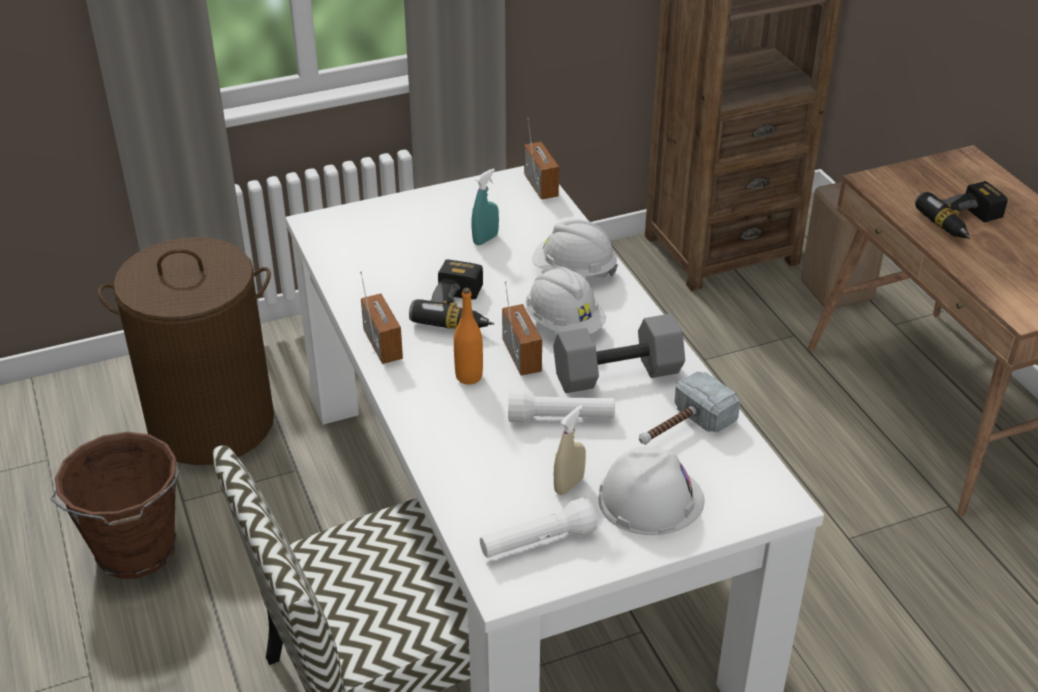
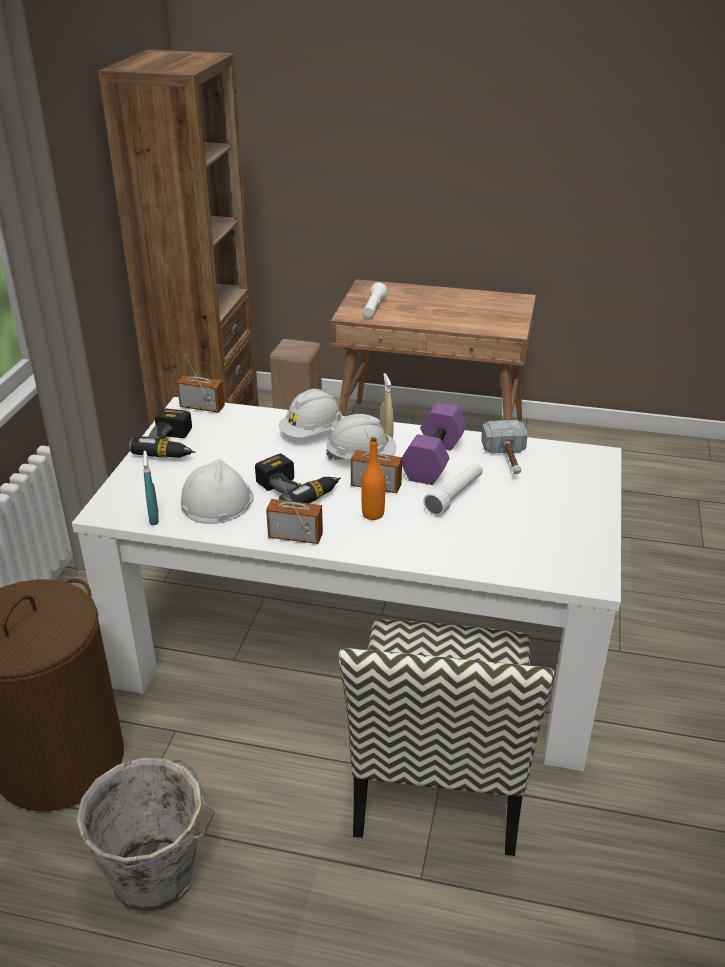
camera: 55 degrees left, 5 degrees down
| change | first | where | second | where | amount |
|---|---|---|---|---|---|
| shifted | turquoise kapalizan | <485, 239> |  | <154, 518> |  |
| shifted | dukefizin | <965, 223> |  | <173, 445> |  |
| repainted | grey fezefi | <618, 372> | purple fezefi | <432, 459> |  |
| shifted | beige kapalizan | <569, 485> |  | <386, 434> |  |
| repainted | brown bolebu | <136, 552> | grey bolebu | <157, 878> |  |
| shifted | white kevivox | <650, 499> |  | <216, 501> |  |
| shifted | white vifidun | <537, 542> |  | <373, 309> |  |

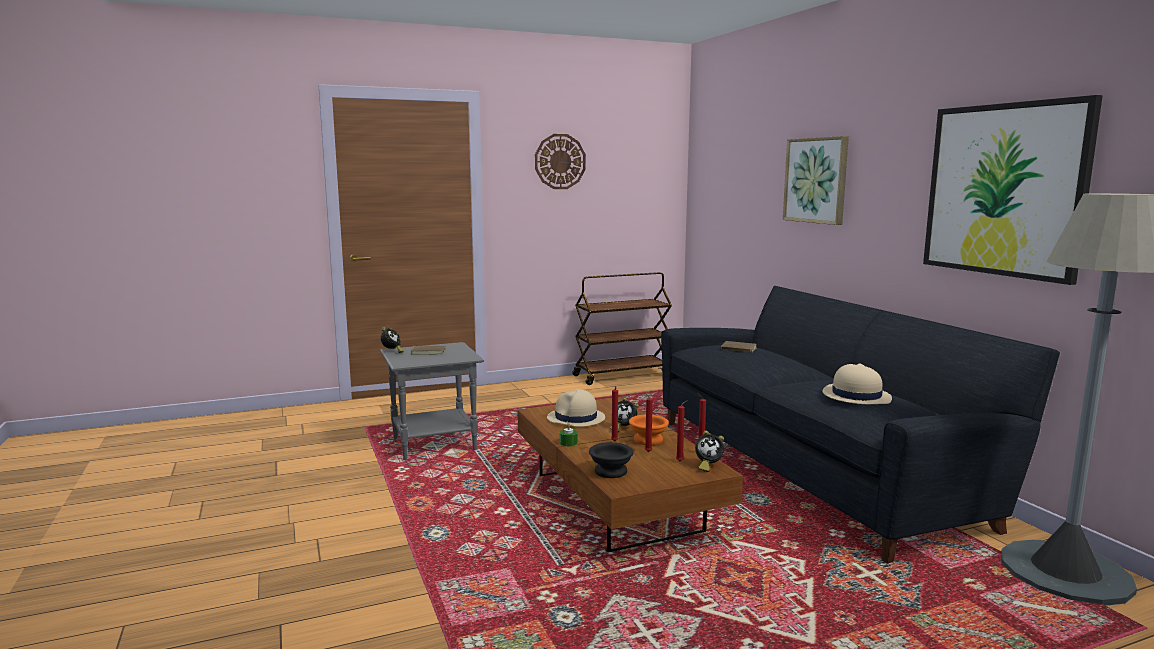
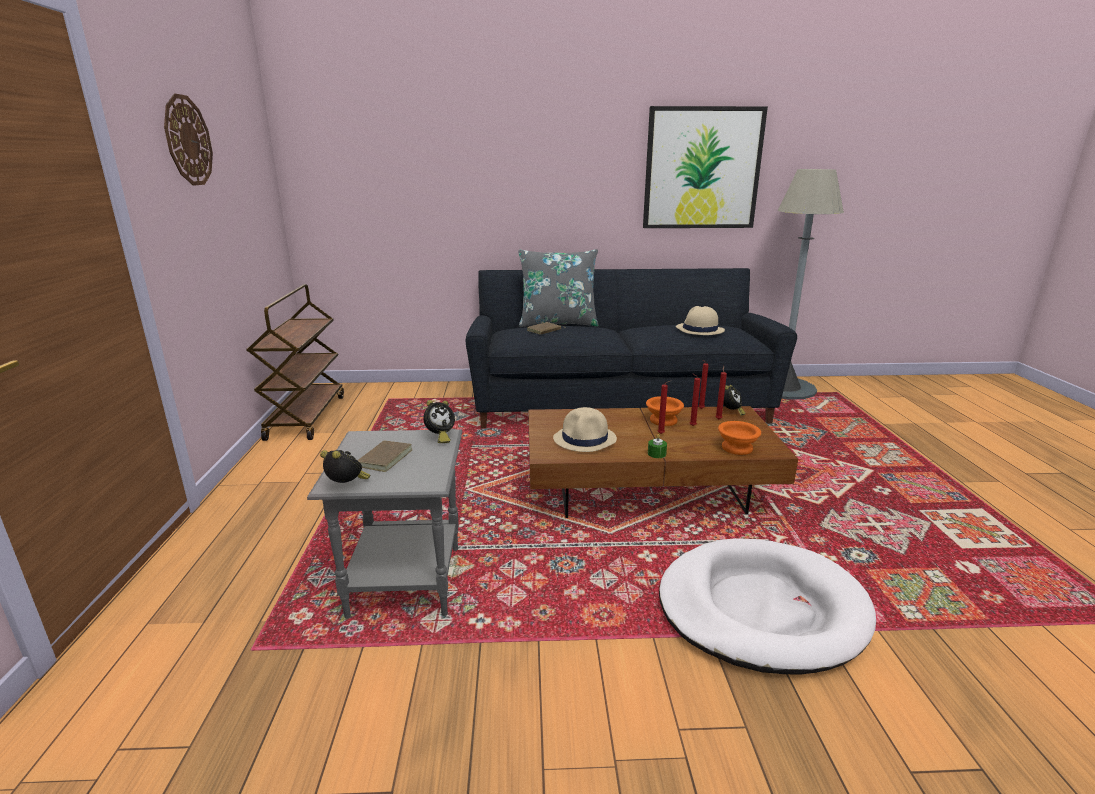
camera: 70 degrees left, 10 degrees up
| change | first | where | second | where | amount |
|---|---|---|---|---|---|
| gone | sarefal | <816, 180> |  |  |  |
| shifted | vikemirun | <623, 429> |  | <439, 437> |  |
| repainted | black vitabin | <609, 471> | orange vitabin | <736, 448> |  |
| new |  |  | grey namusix | <558, 323> |  |
| new |  |  | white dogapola | <760, 609> |  |

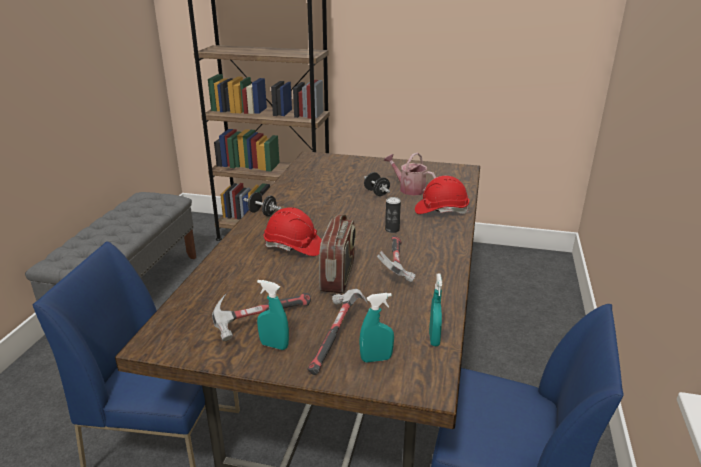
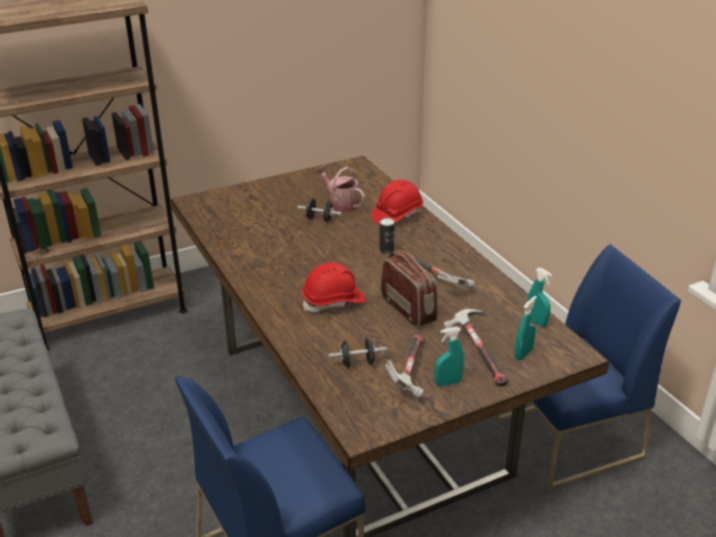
camera: 40 degrees left, 5 degrees up
| change | first | where | second | where | amount |
|---|---|---|---|---|---|
| rotated | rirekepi | <409, 189> |  | <340, 204> | 45 degrees clockwise |
| shifted | black fezefi | <262, 213> |  | <357, 363> |  |

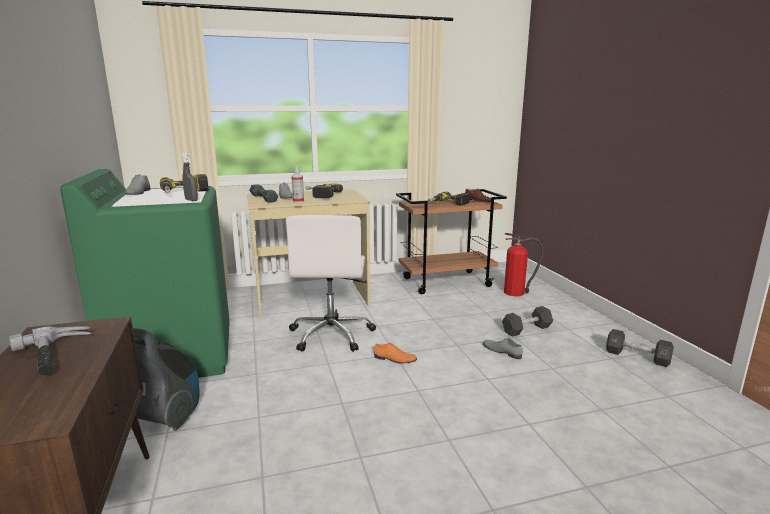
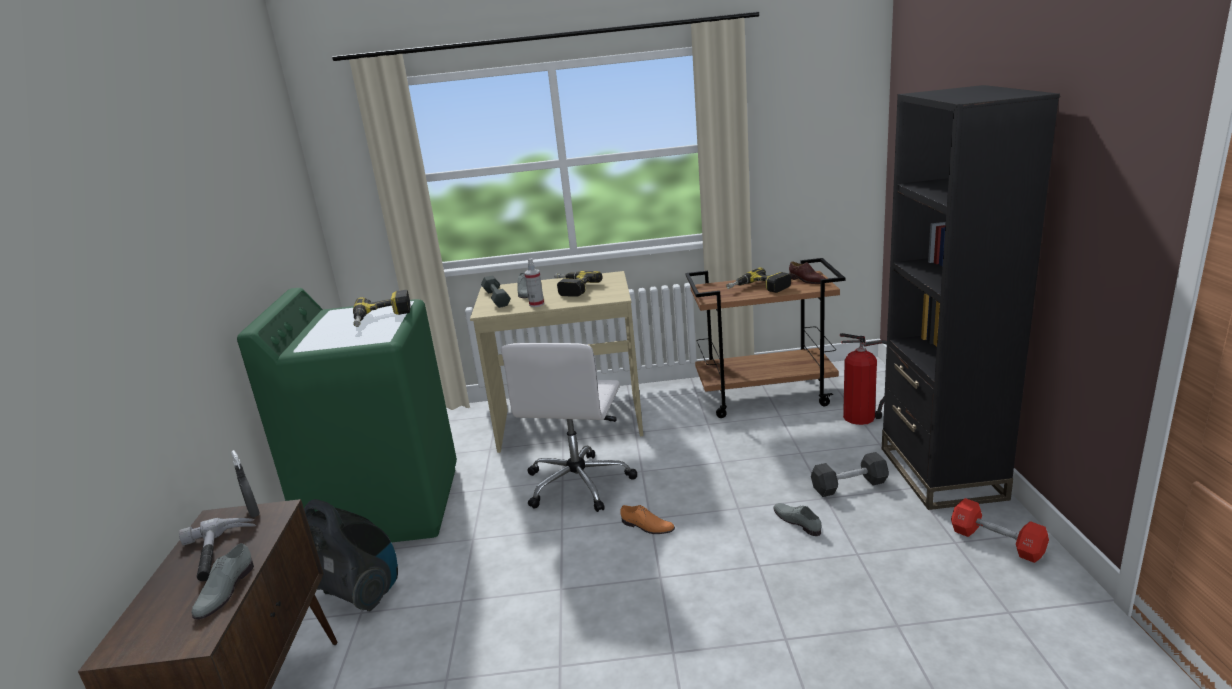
camera: 15 degrees right, 5 degrees up
| change | first | where | second | where | amount |
|---|---|---|---|---|---|
| shifted | grey kapalizan | <191, 200> |  | <253, 512> |  |
| shifted | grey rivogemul | <137, 192> |  | <224, 590> |  |
| repainted | black fezefi | <637, 357> | red fezefi | <997, 542> |  |
| new |  |  | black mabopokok | <941, 473> |  |

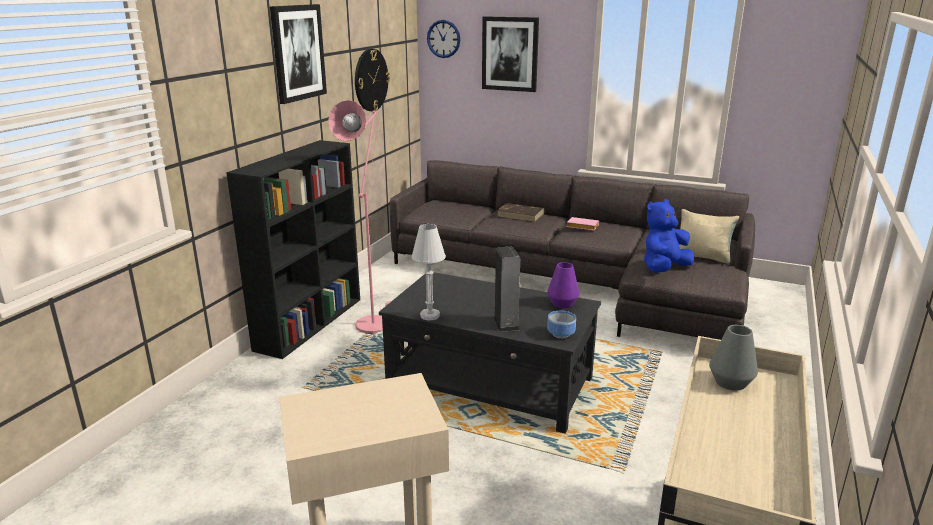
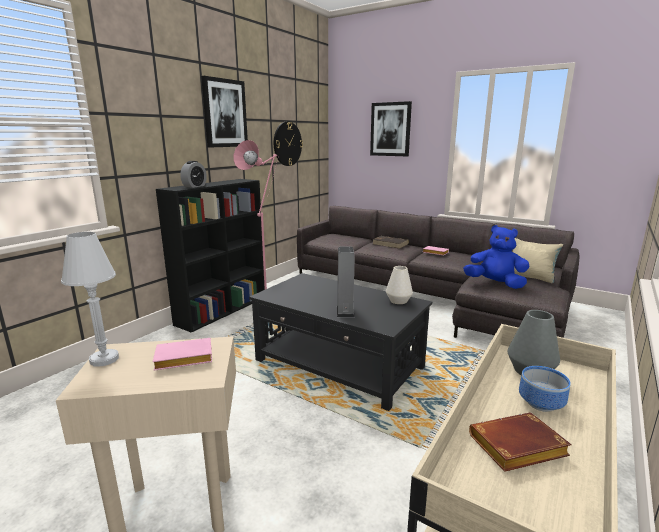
camera: 10 degrees right, 5 degrees down
| change | first | where | second | where | amount |
|---|---|---|---|---|---|
| gone | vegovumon | <443, 39> |  |  |  |
| rotated | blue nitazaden | <664, 269> |  | <495, 284> | 60 degrees clockwise |
| shifted | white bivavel | <430, 316> |  | <104, 359> |  |
| repainted | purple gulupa | <562, 304> | white gulupa | <398, 301> |  |
| shifted | vitabin | <561, 333> |  | <541, 402> |  |
| new |  |  | vikemirun | <194, 186> |  |
| new |  |  | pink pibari | <182, 360> |  |
| new |  |  | brown pibari | <516, 449> |  |

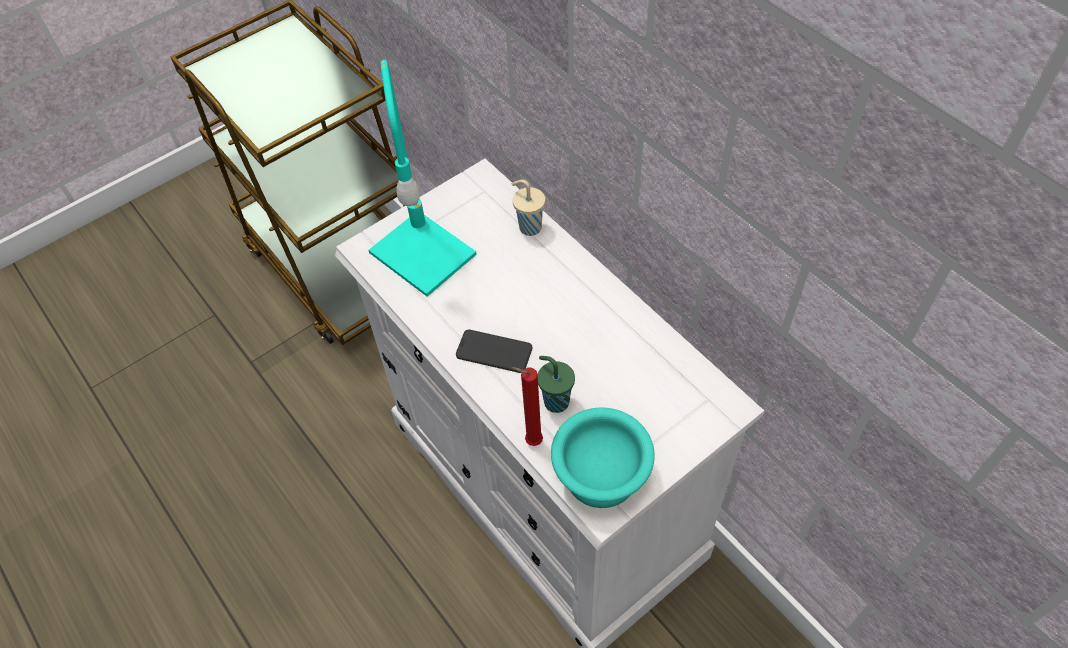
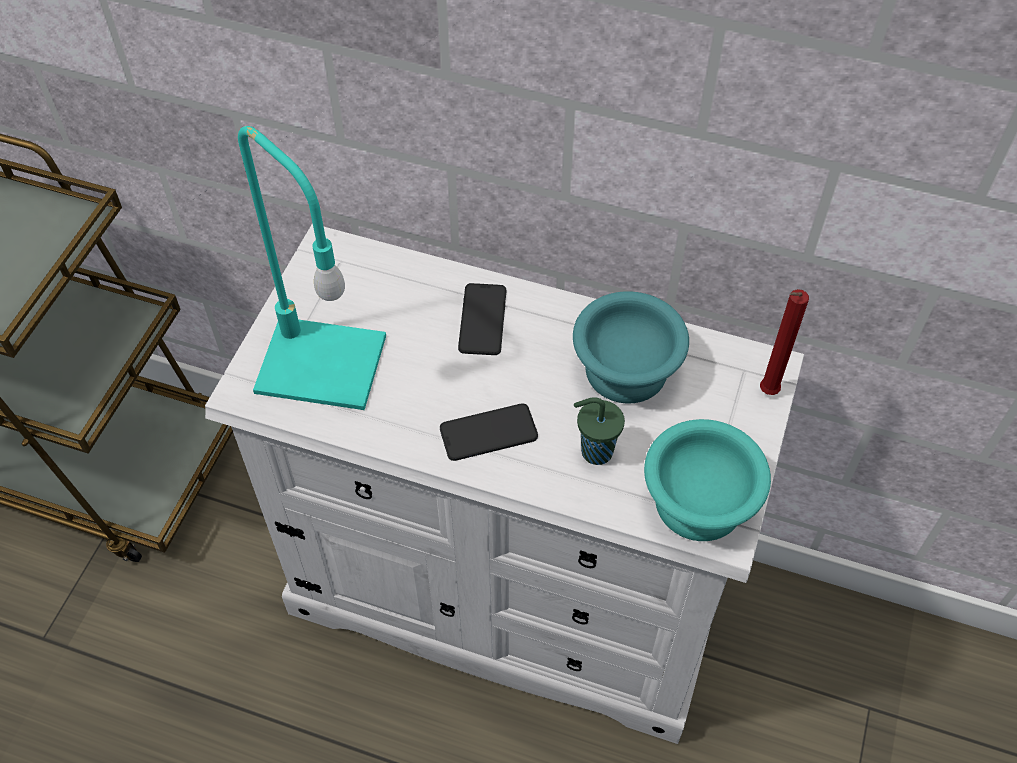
camera: 35 degrees left, 0 degrees up
| change | first | where | second | where | amount |
|---|---|---|---|---|---|
| gone | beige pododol | <529, 227> |  |  |  |
| shifted | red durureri | <531, 441> |  | <766, 393> |  |
| new |  |  | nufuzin | <482, 319> |  |
| new |  |  | turquoise vitabin | <623, 368> |  |

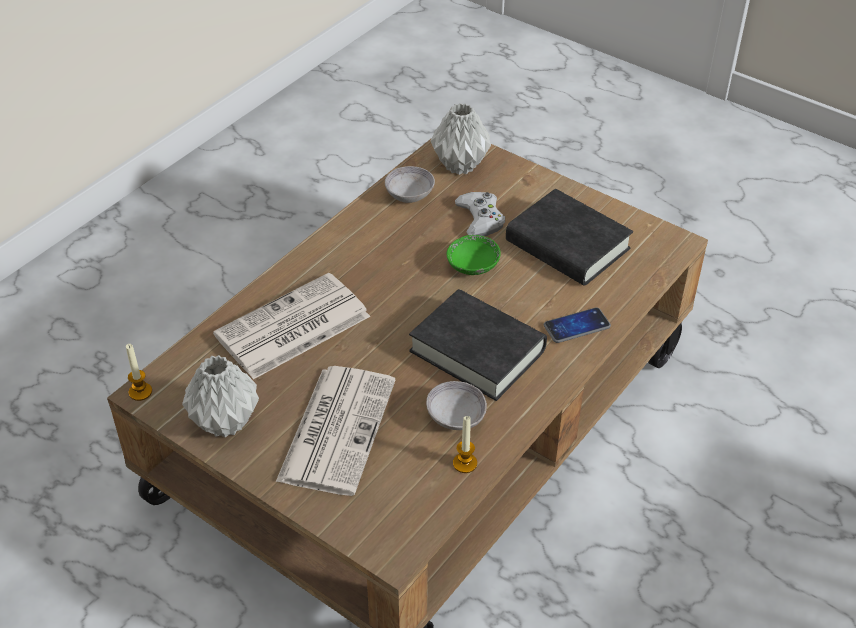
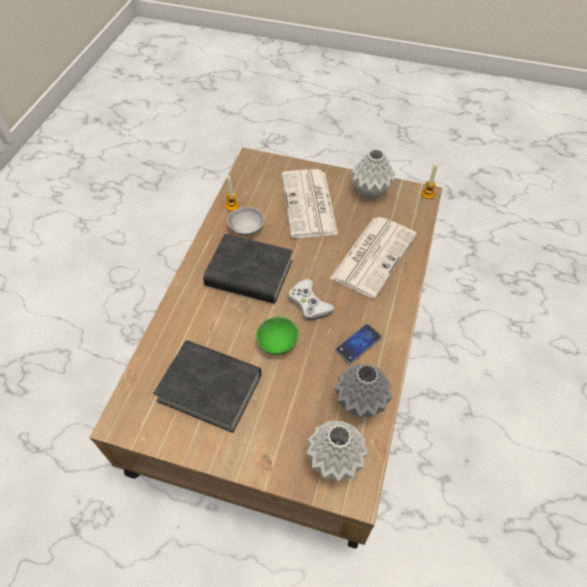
camera: 160 degrees right, 10 degrees up
| change | first | where | second | where | amount |
|---|---|---|---|---|---|
| swapped | grey vitabin | <409, 195> | grey gulupa | <360, 403> |  |
| shifted | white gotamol | <480, 219> |  | <309, 303> |  |
| shifted | nufuzin | <576, 326> |  | <358, 344> |  |

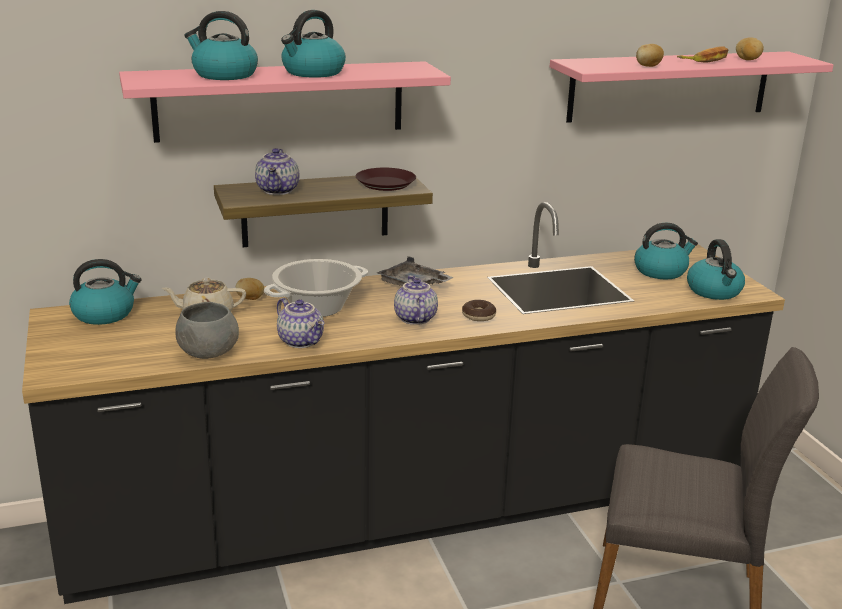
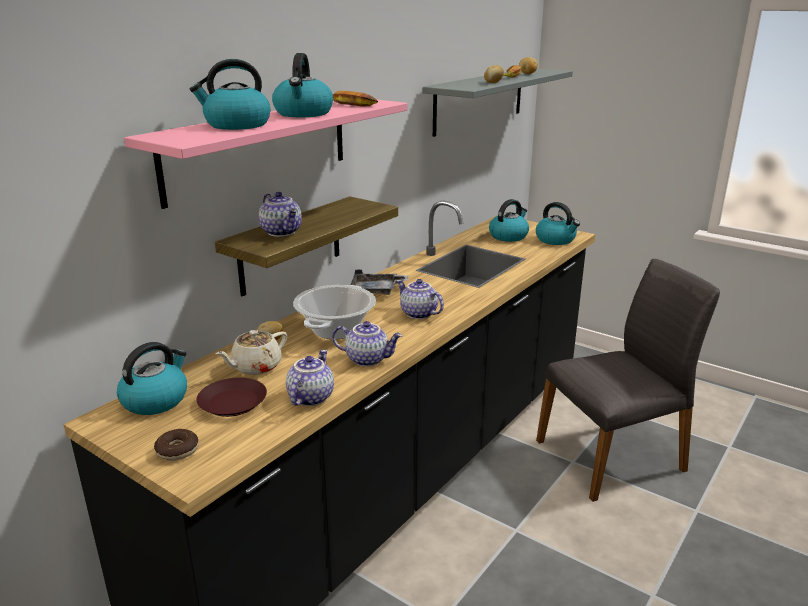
camera: 35 degrees left, 0 degrees up
| change | first | where | second | where | amount |
|---|---|---|---|---|---|
| repainted | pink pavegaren | <670, 86> | grey pavegaren | <480, 100> |  |
| shifted | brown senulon | <385, 184> |  | <232, 403> |  |
| shifted | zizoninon | <478, 316> |  | <177, 450> |  |
| swapped | grey vitabin | <208, 353> | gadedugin | <310, 397> |  |
| new |  |  | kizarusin | <353, 104> |  |

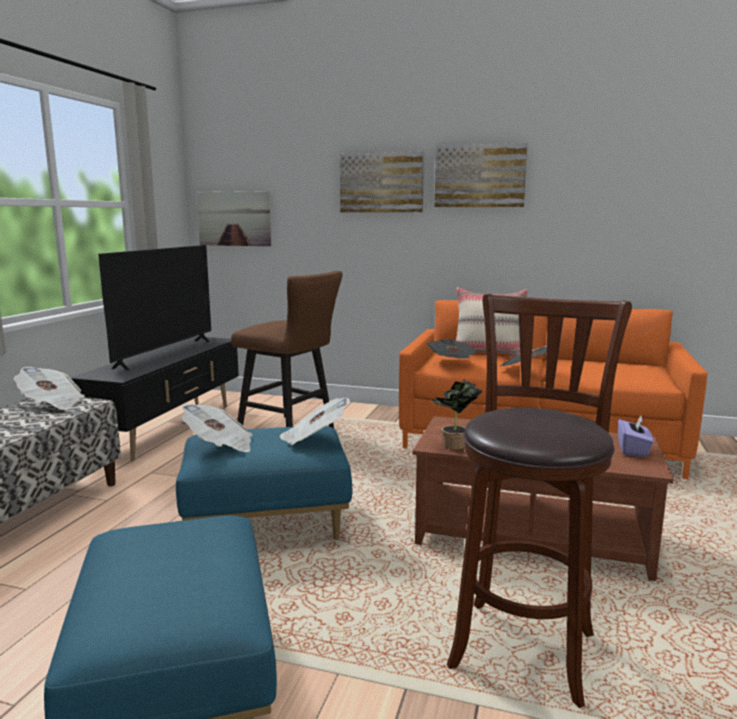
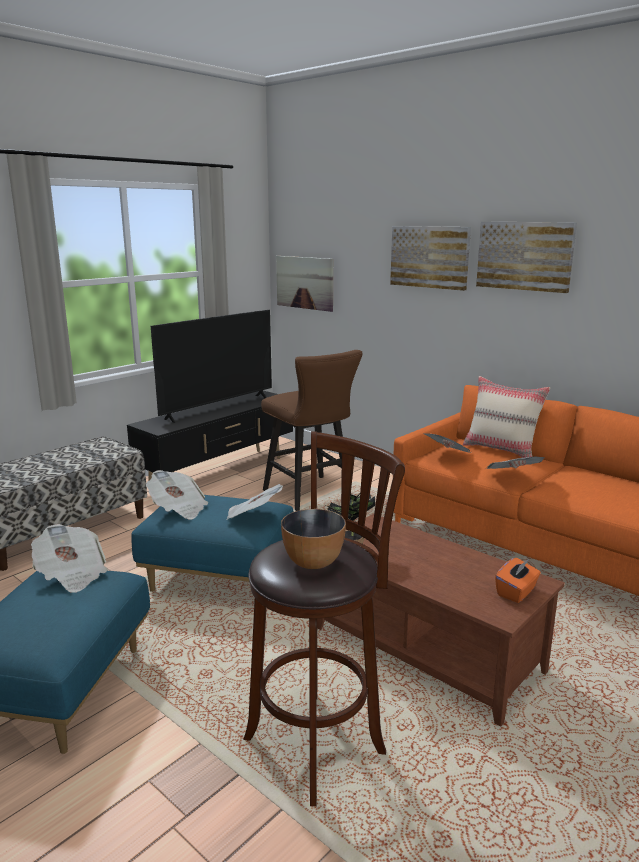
camera: 25 degrees right, 5 degrees up
| change | first | where | second | where | amount |
|---|---|---|---|---|---|
| shifted | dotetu | <52, 403> |  | <71, 574> |  |
| repainted | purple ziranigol | <633, 450> | orange ziranigol | <516, 592> |  |
| new |  |  | vitabin | <312, 562> |  |

